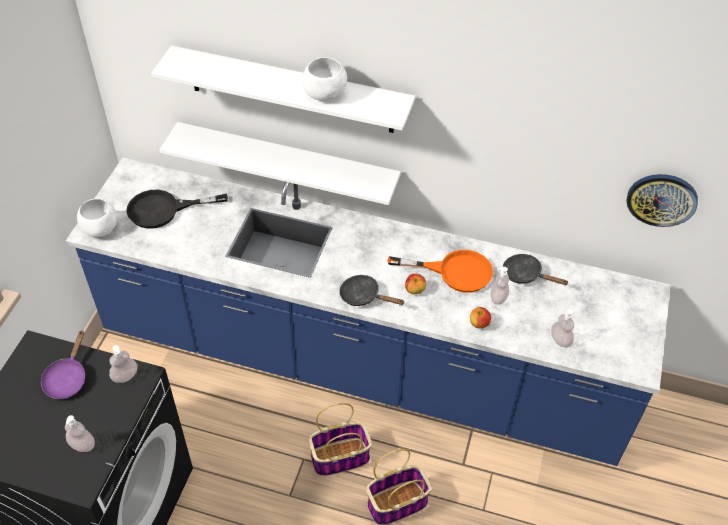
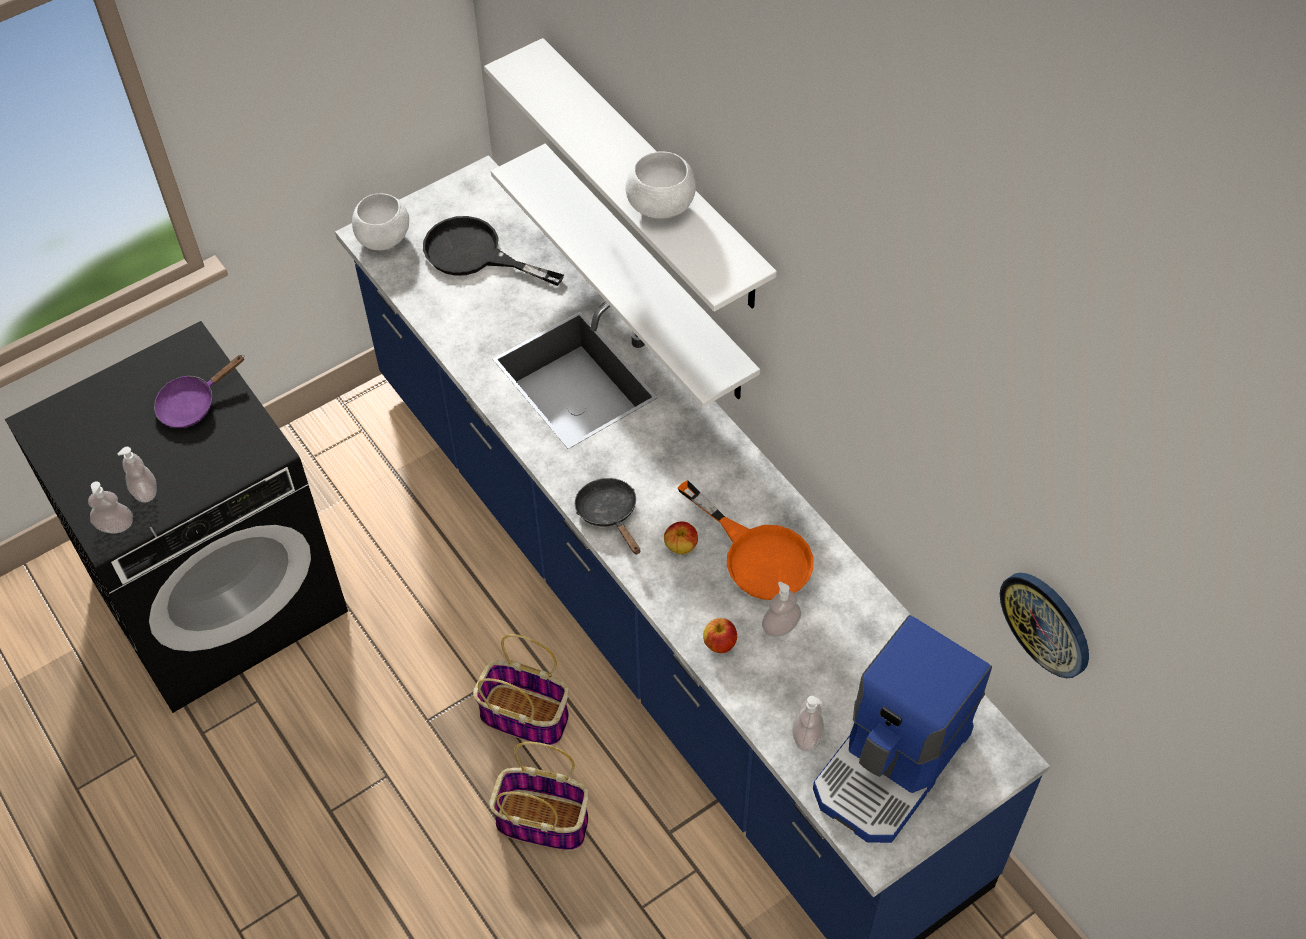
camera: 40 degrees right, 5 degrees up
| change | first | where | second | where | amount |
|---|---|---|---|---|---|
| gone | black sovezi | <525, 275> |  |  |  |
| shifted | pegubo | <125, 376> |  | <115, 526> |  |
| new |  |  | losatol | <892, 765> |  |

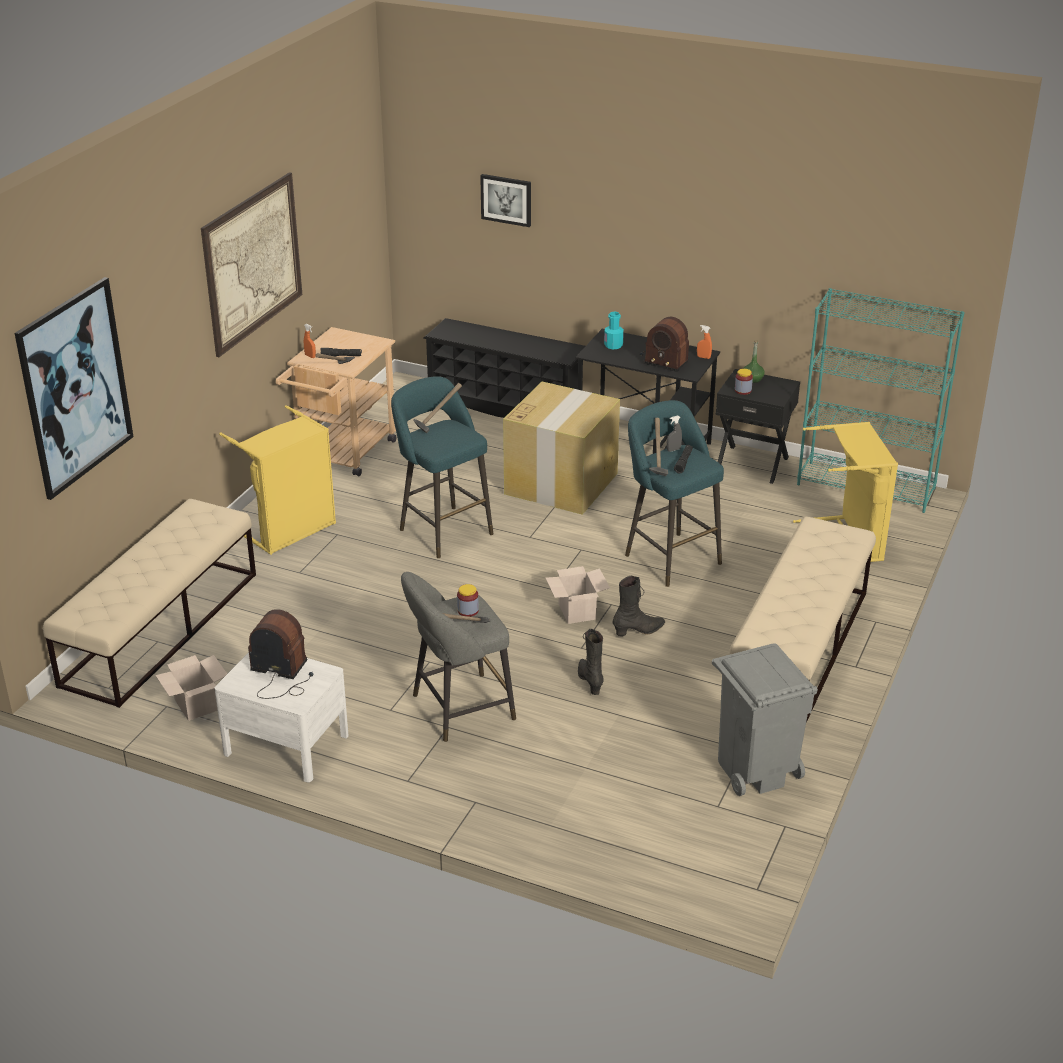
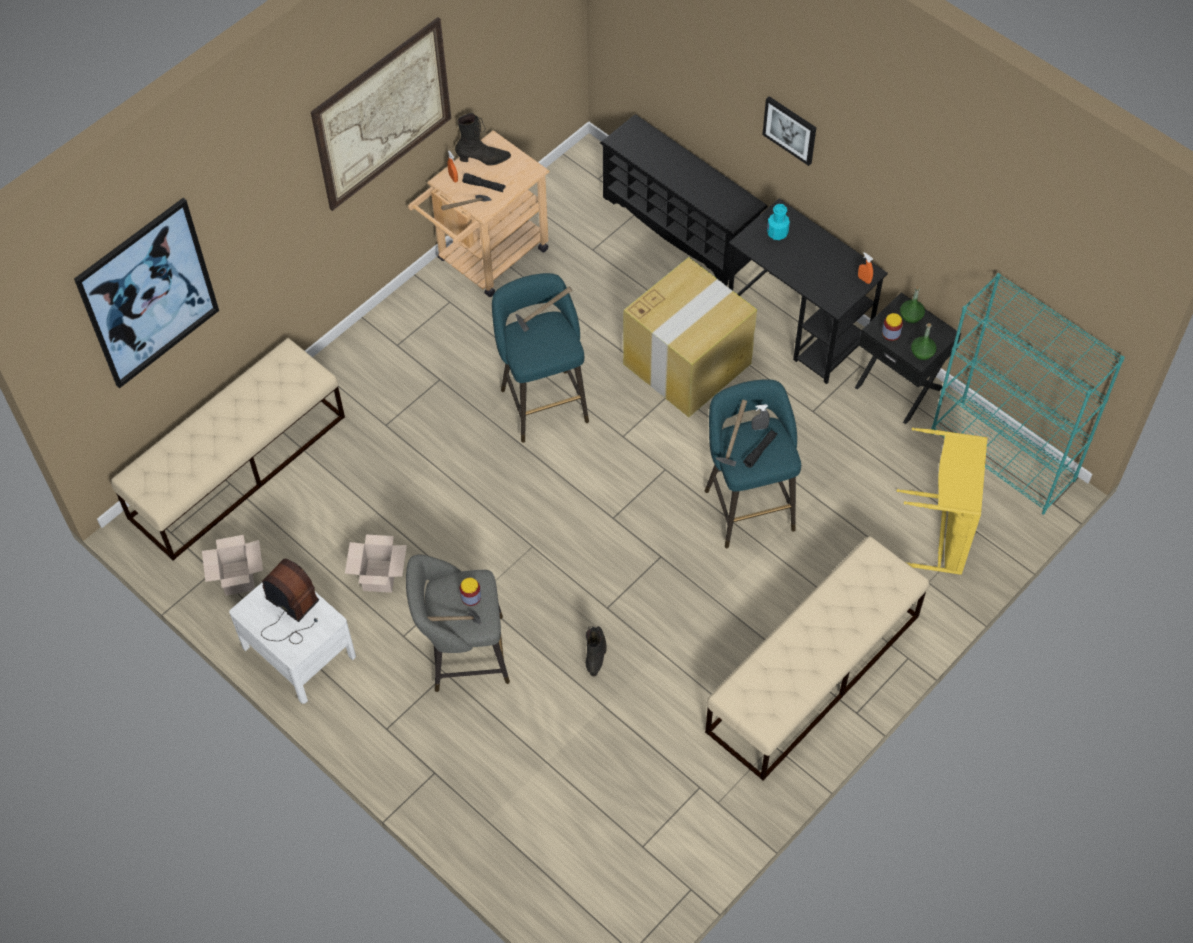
camera: 20 degrees right, 25 degrees up
| change | first | where | second | where | amount |
|---|---|---|---|---|---|
| shifted | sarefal | <506, 199> |  | <790, 129> |  |
| gone | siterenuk | <664, 358> |  |  |  |
| gone | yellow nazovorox | <289, 530> |  |  |  |
| shifted | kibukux | <576, 611> |  | <379, 575> |  |
| shifted | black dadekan | <639, 631> |  | <483, 159> |  |
| gone | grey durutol | <755, 770> |  |  |  |
| new |  |  | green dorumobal | <922, 353> |  |

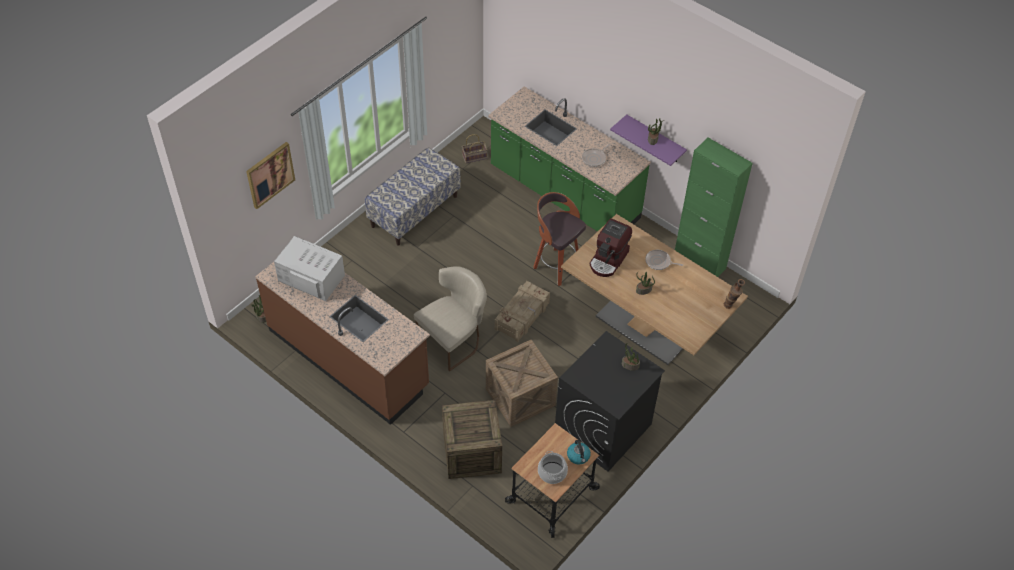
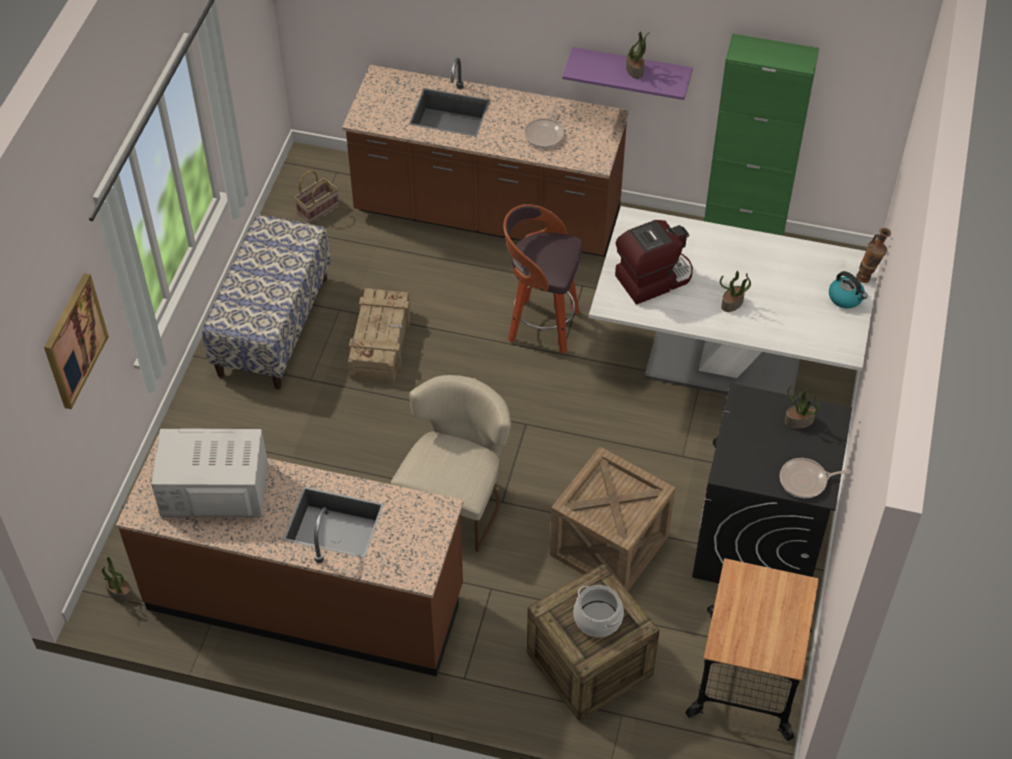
camera: 25 degrees left, 0 degrees up
| change | first | where | second | where | amount |
|---|---|---|---|---|---|
| repainted | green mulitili | <563, 194> | brown mulitili | <487, 215> |  |
| repainted | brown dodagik | <645, 325> | white dodagik | <724, 362> |  |
| rotated | losatol | <609, 260> |  | <653, 278> | 120 degrees counterclockwise |
| shifted | sovezi | <659, 262> |  | <805, 481> |  |
| shifted | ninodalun | <522, 316> |  | <381, 343> |  |
| shifted | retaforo | <578, 456> |  | <846, 298> |  |
| shifted | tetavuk | <552, 472> |  | <598, 618> |  |

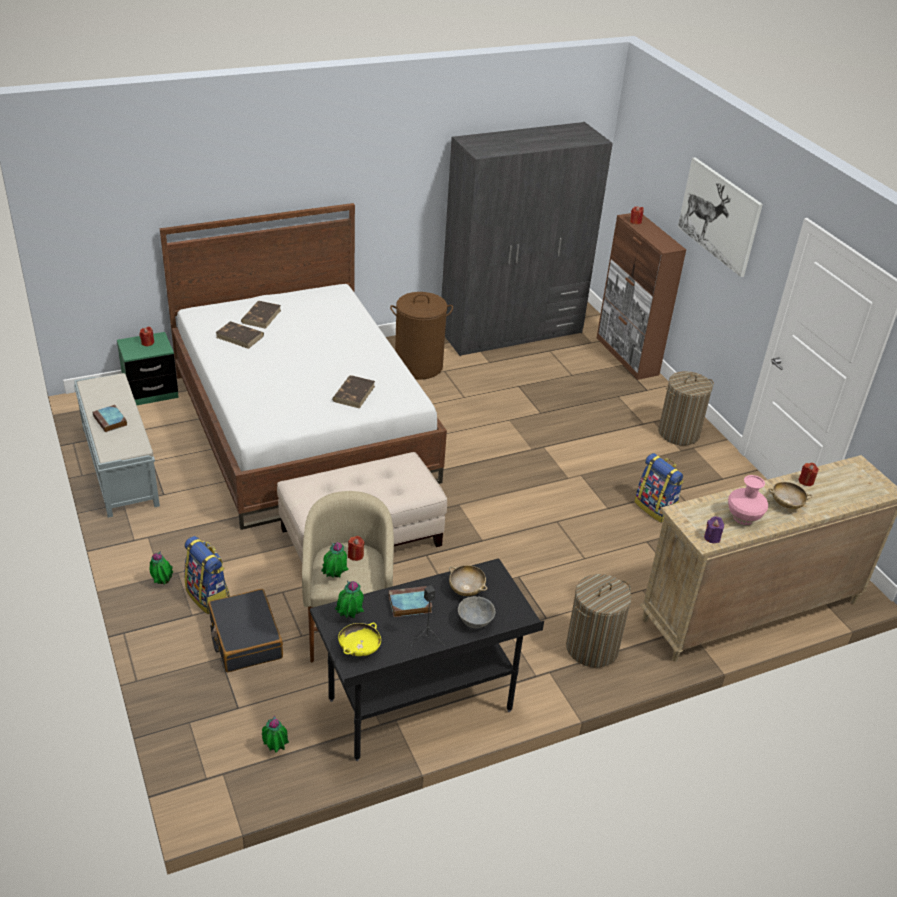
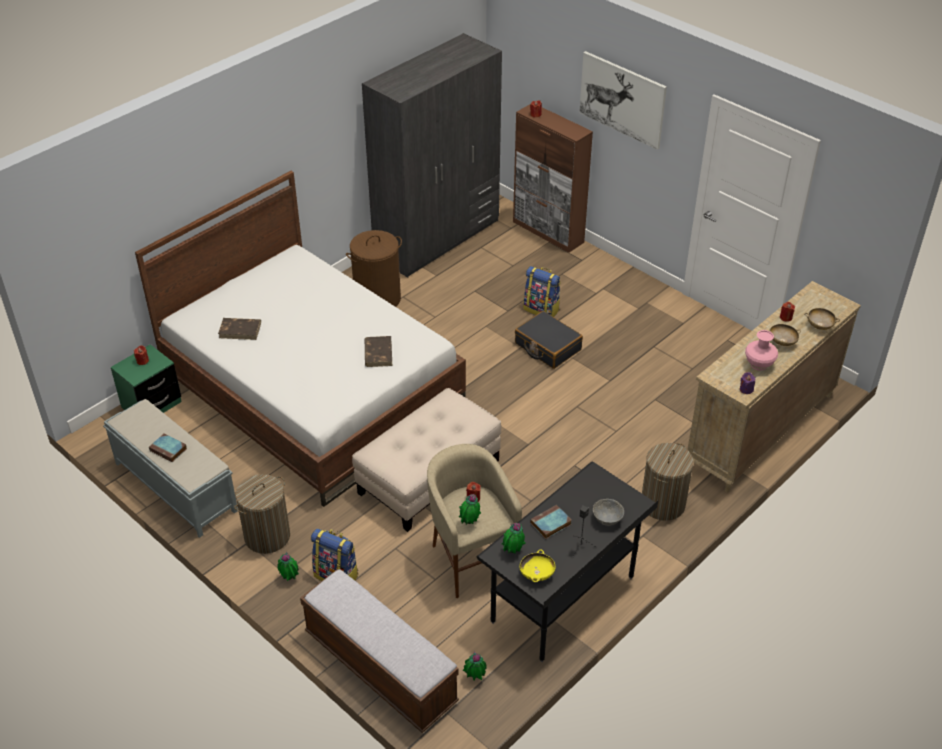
camera: 20 degrees left, 5 degrees up
| change | first | where | second | where | amount |
|---|---|---|---|---|---|
| gone | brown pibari | <261, 316> |  |  |  |
| shifted | nazovorox | <678, 433> |  | <267, 536> |  |
| shifted | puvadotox | <655, 508> |  | <542, 309> |  |
| shifted | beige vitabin | <466, 589> |  | <819, 325> |  |
| shifted | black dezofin | <245, 639> |  | <547, 347> |  |
| new |  |  | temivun | <380, 668> |  |

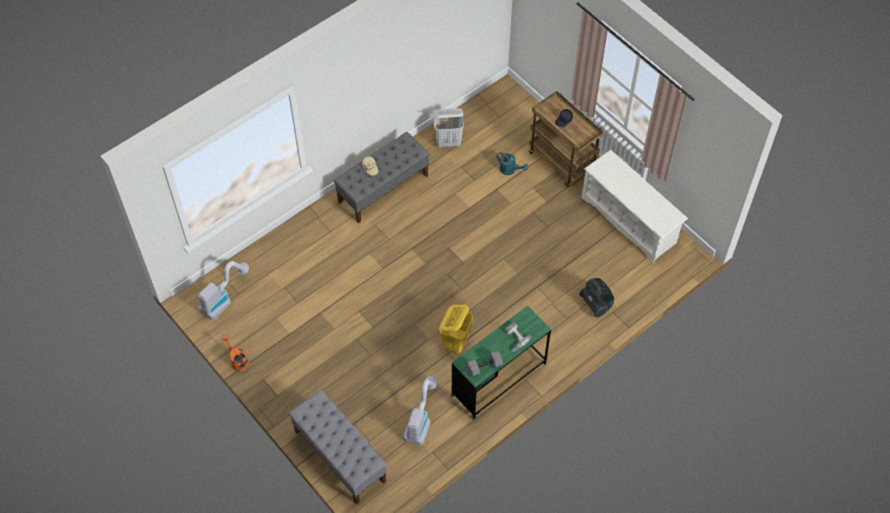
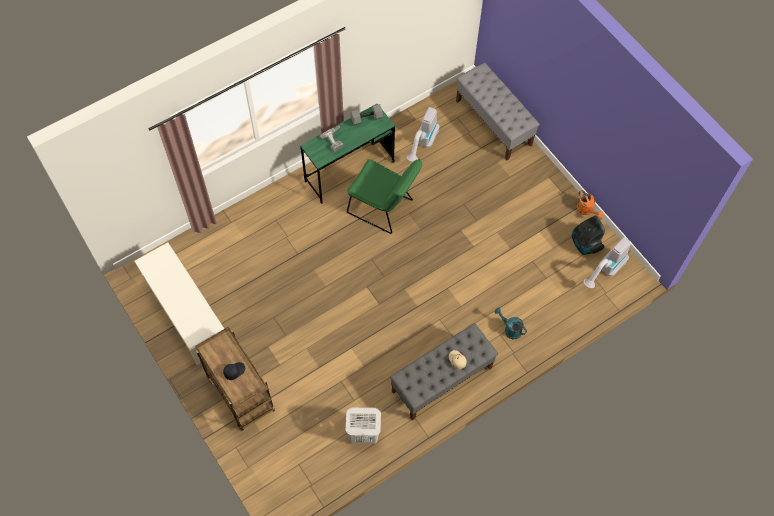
camera: 175 degrees left, 5 degrees up
| change | first | where | second | where | amount |
|---|---|---|---|---|---|
| shifted | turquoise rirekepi | <510, 170> |  | <510, 329> |  |
| shifted | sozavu | <596, 304> |  | <584, 244> |  |
| swapped | yellow nazovorox | <455, 342> | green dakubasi | <384, 208> |  |

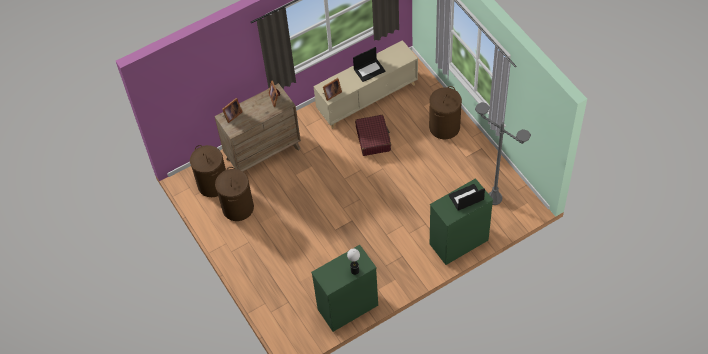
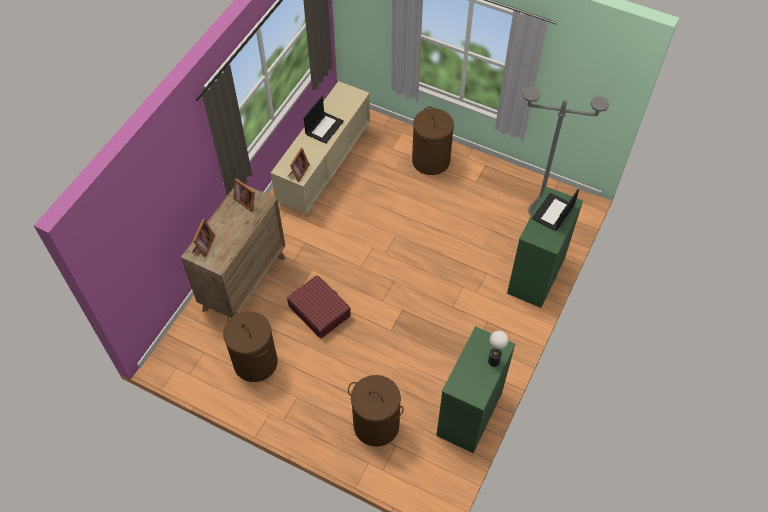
camera: 35 degrees left, 0 degrees up
| change | first | where | second | where | amount |
|---|---|---|---|---|---|
| shifted | red dezofin | <373, 139> |  | <319, 311> |  |
| shifted | brown nazovorox | <213, 184> |  | <376, 425> |  |

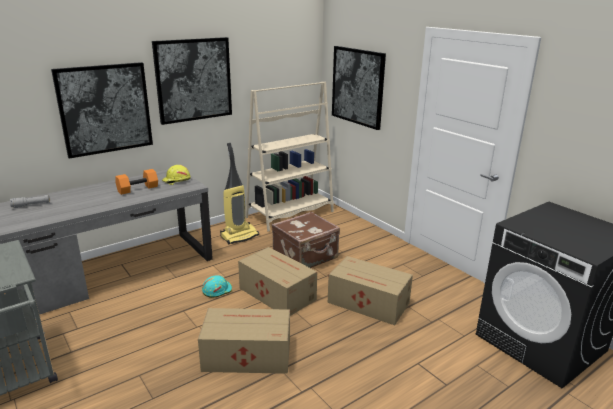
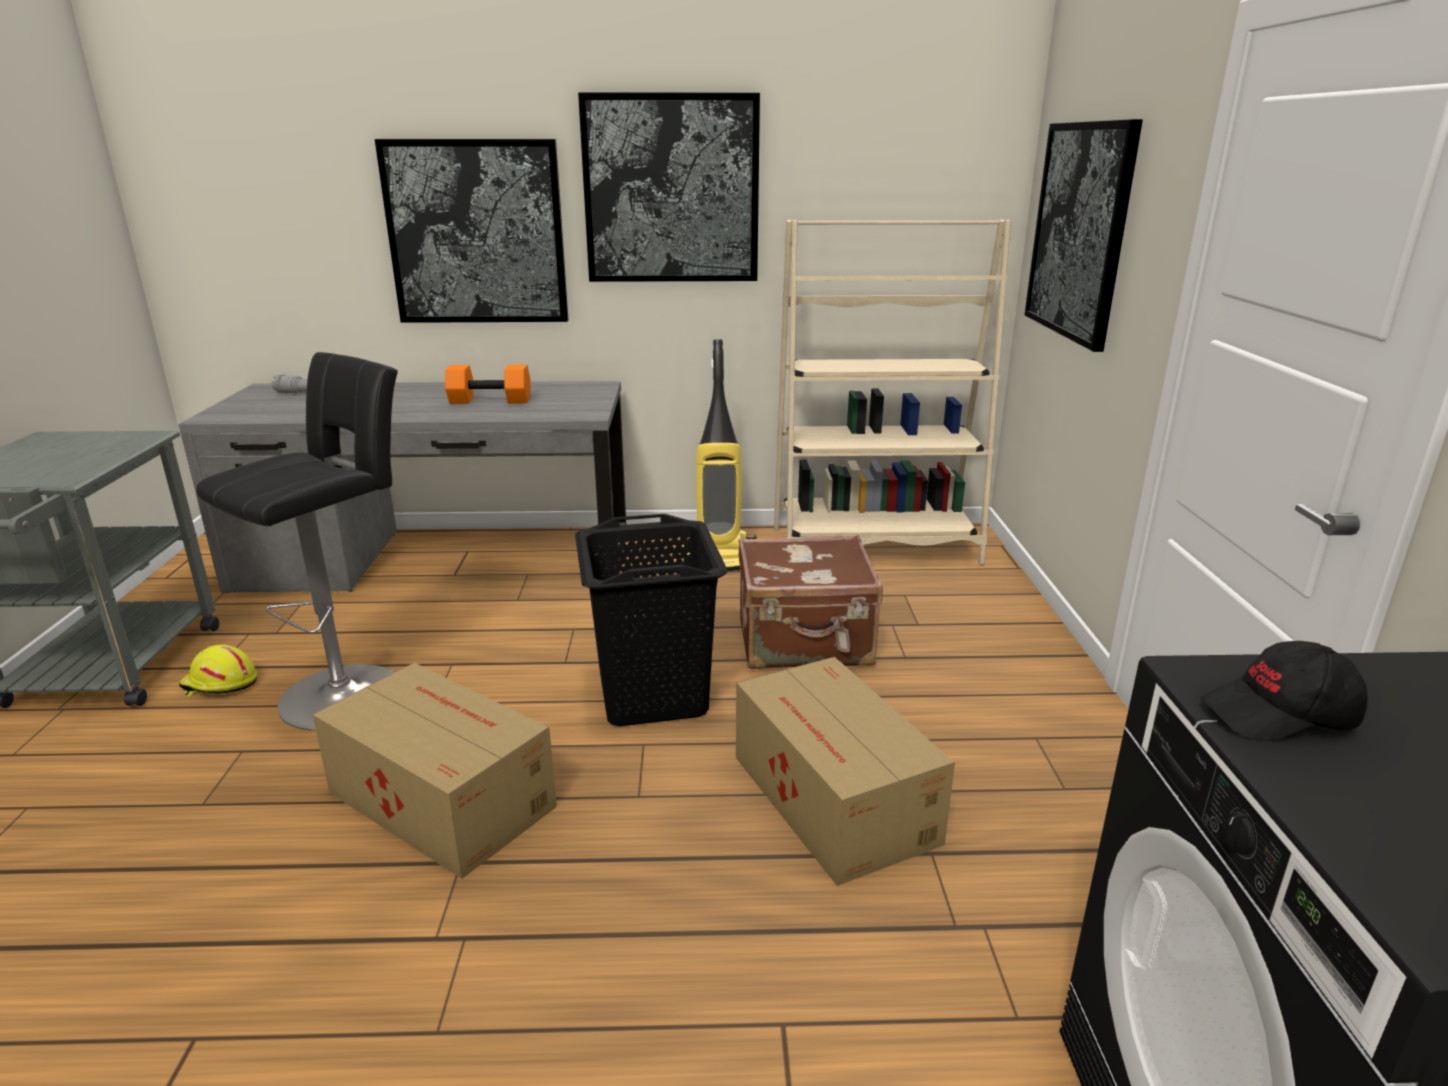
camera: 35 degrees right, 0 degrees up
| change | first | where | second | where | amount |
|---|---|---|---|---|---|
| shifted | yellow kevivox | <176, 181> |  | <220, 684> |  |
| swapped | kibukux | <277, 293> | black nazovorox | <654, 695> |  |
| gone | turquoise kevivox | <217, 290> |  |  |  |
| new |  |  | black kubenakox | <349, 691> |  |
| new |  |  | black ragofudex | <1280, 715> |  |

